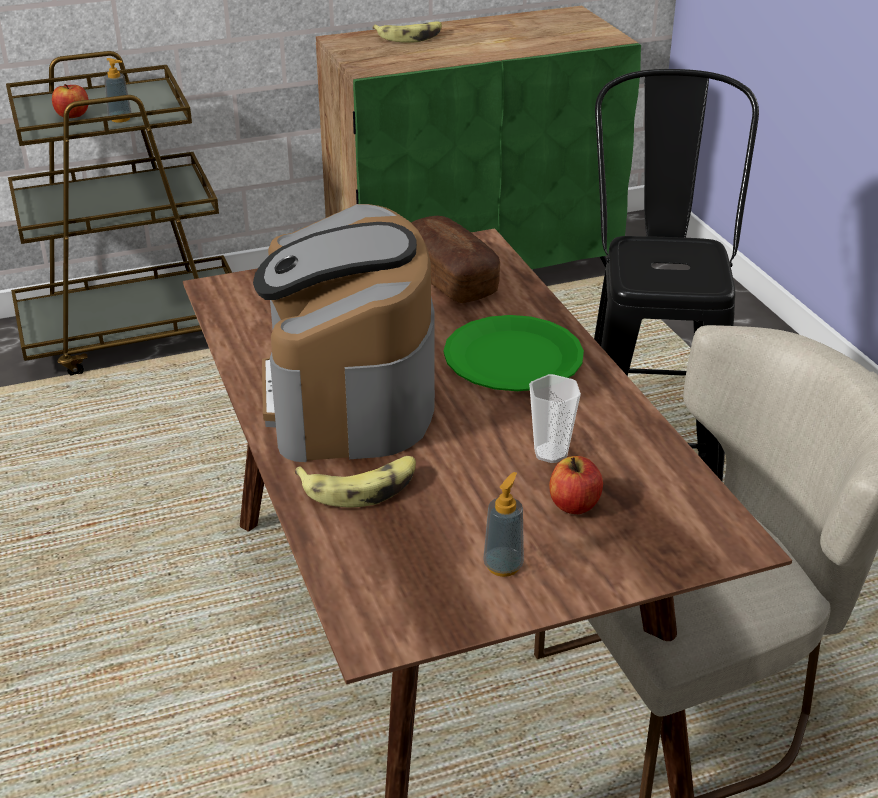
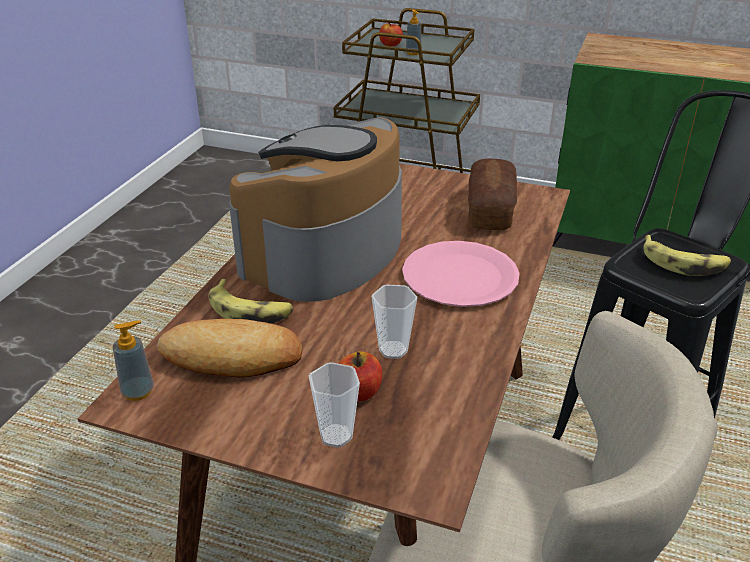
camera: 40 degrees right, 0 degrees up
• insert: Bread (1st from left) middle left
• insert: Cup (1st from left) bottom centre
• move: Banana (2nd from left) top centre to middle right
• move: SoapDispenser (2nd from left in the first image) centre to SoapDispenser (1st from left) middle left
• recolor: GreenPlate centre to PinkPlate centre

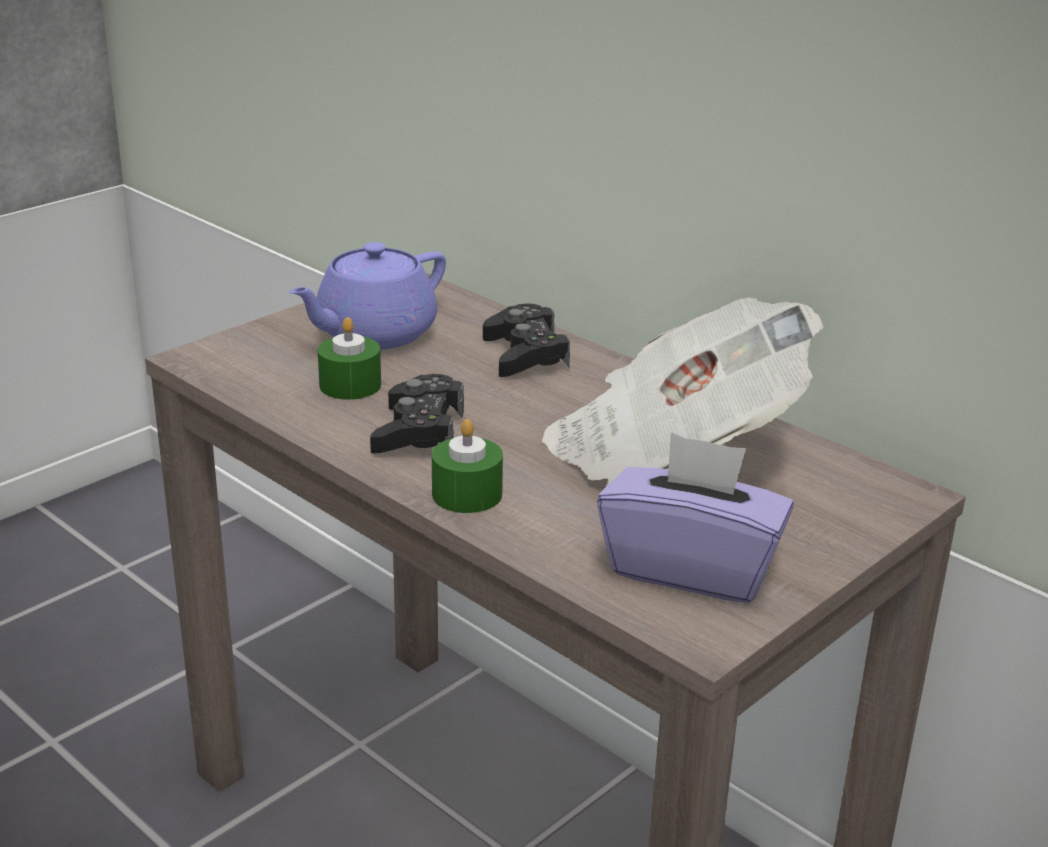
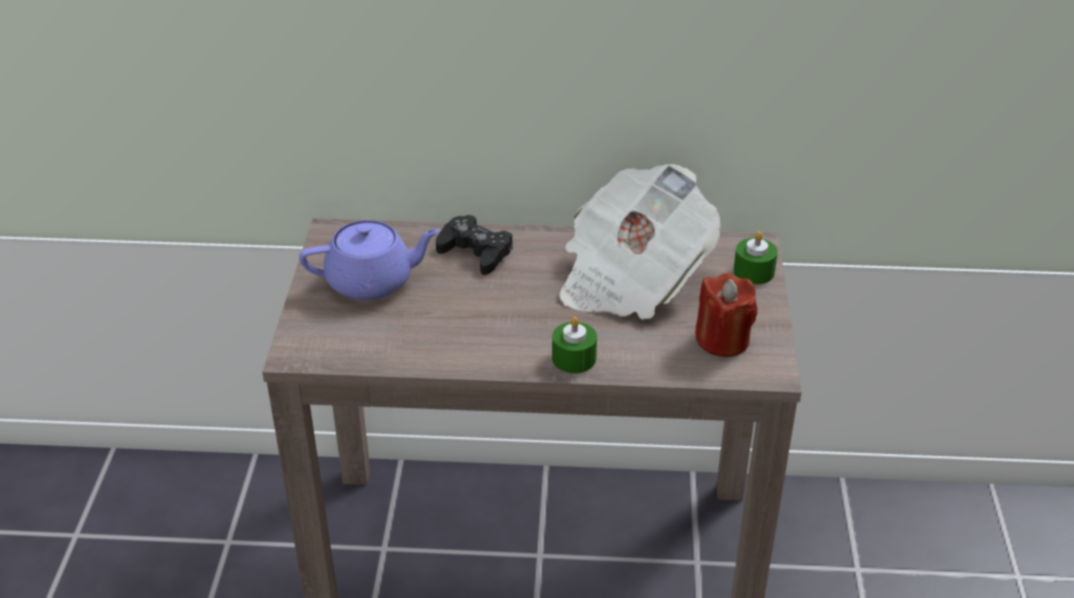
camera: 40 degrees left, 10 degrees up
• delete: BlackGameController (1st from left) centre
• move: GreenCandle (1st from left in the first image) middle left to GreenCandle (2nd from left) middle right
• replace: PurpleTissueBox centre to RedCandle middle right
• rotate: PurpleTeapot centre = centre 105 degrees counterclockwise

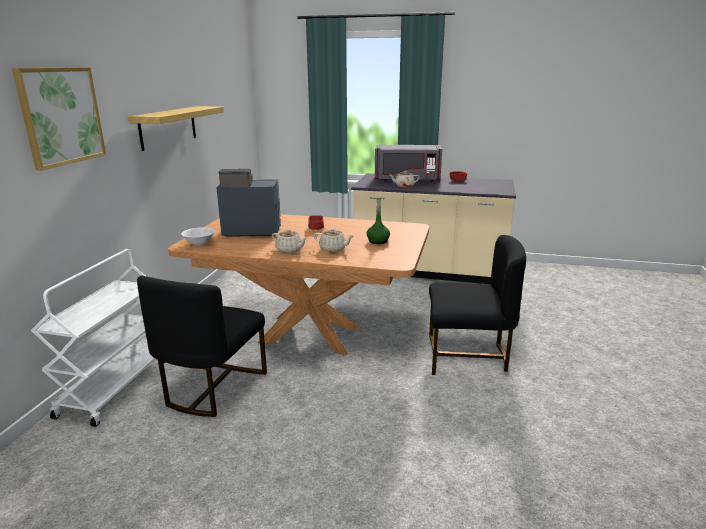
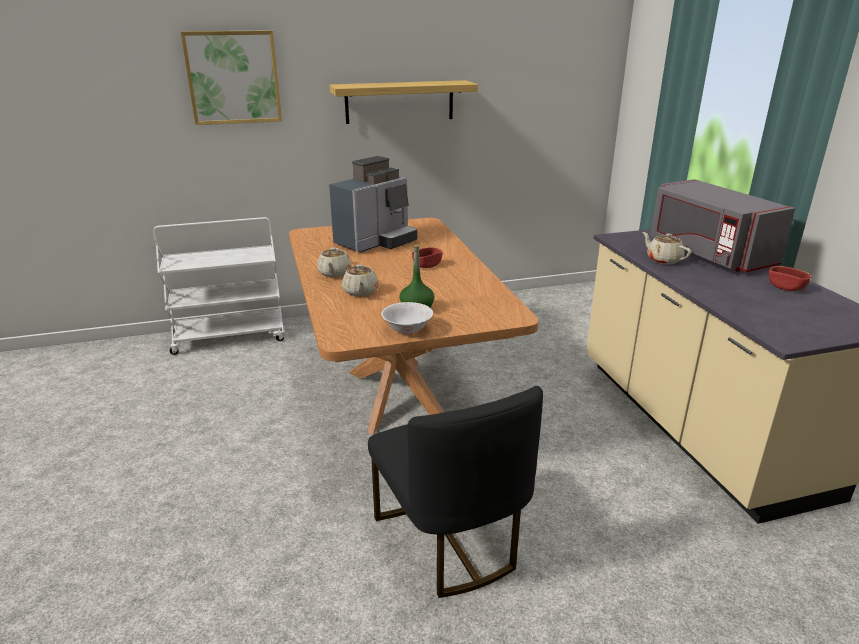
camera: 60 degrees right, 5 degrees up
• delete: BlackChair (1st from left) middle left
• move: WhiteBowl middle left to centre
• rotate: CoffeeMachine centre = top centre 75 degrees clockwise

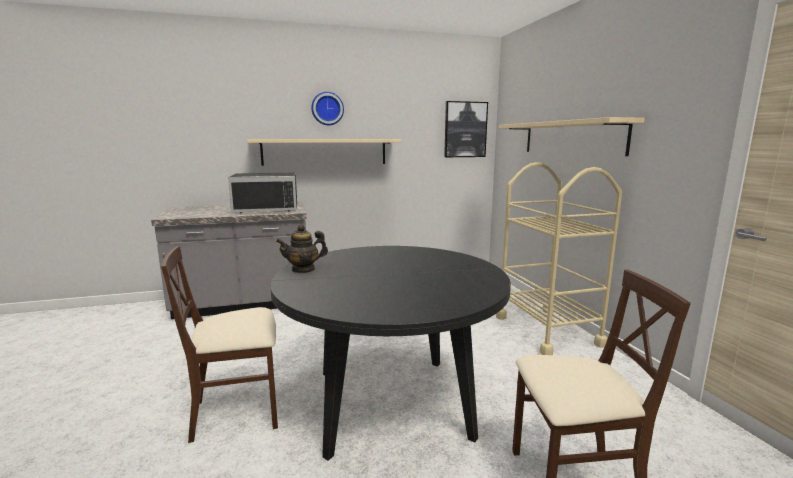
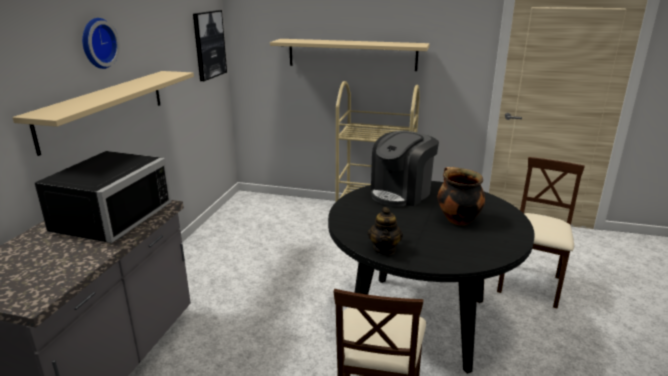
camera: 60 degrees left, 10 degrees up
• insert: CoffeeMachine centre
• insert: CookingPot middle right

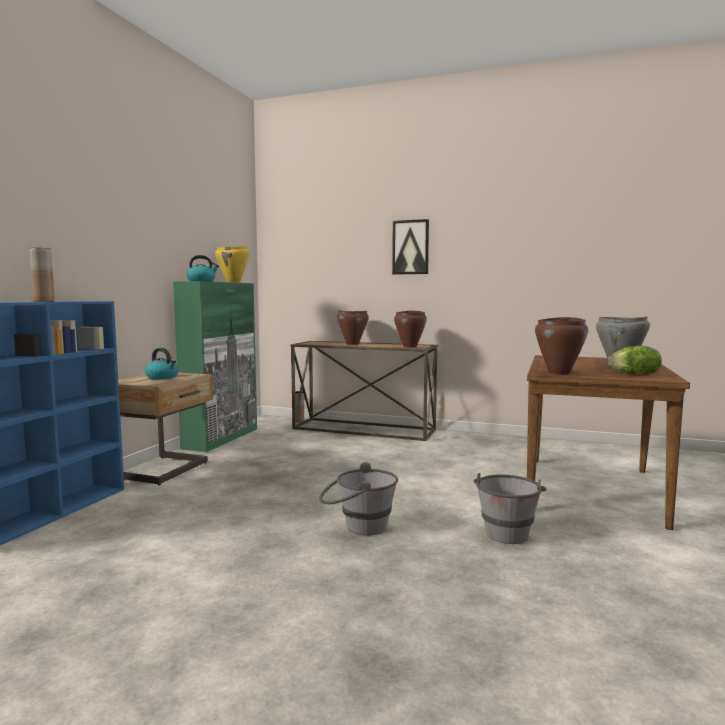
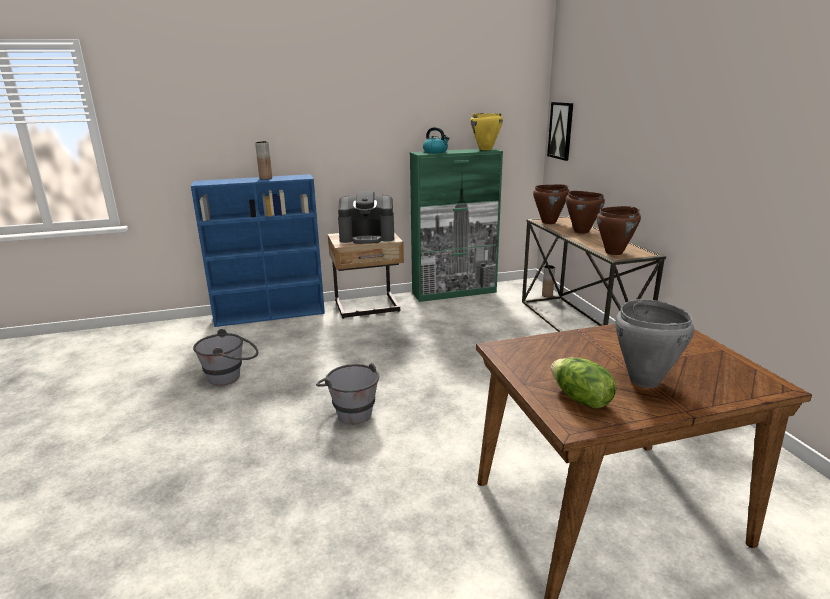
camera: 55 degrees right, 15 degrees up
• move: Picture centre to top right
• move: GreyBucket (2nd from left in the first image) bottom right to GreyBucket (1st from left) middle left
• move: BrownCookingPot (3rd from left in the first image) middle right to BrownCookingPot (1st from left) centre
• replace: Kettle (1st from left) middle left to CoffeeMachine centre

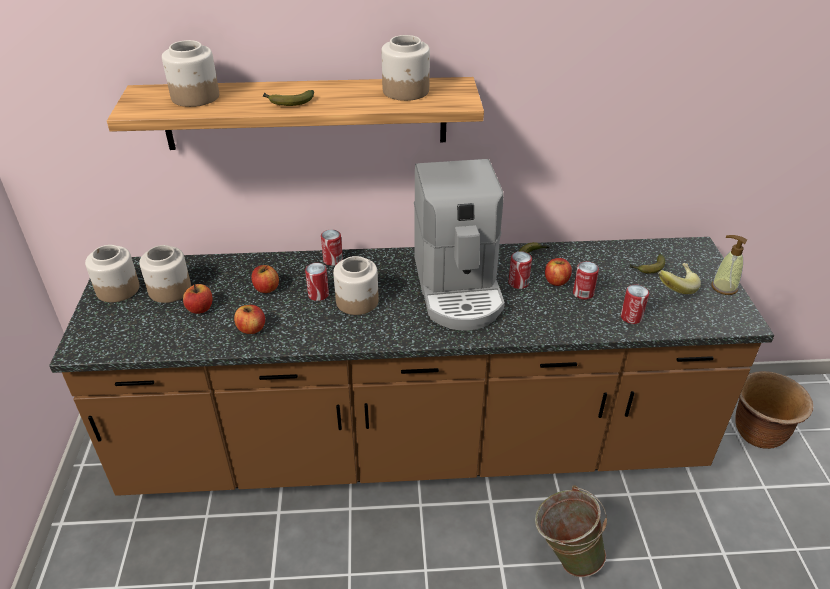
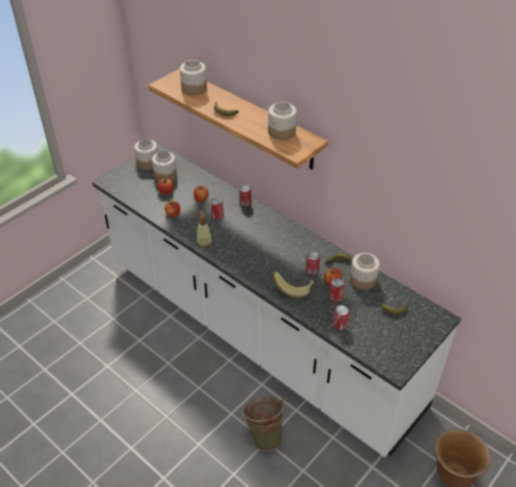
camera: 45 degrees right, 5 degrees up
• delete: CoffeeMachine centre
• move: Jar (4th from left in the first image) centre to Jar (5th from left) middle right
• move: Banana (4th from left in the first image) middle right to Banana (2nd from left) centre
• move: SoapDispenser middle right to centre
• recolor: BrownCounter centre to WhiteCounter centre

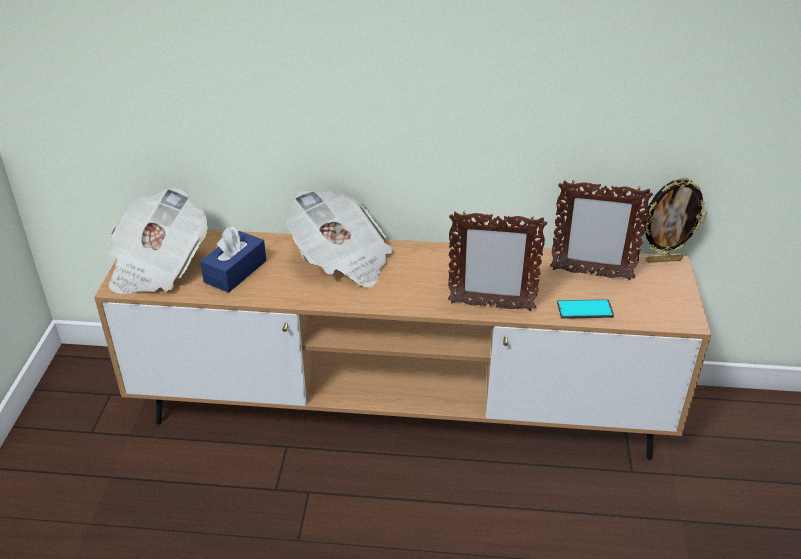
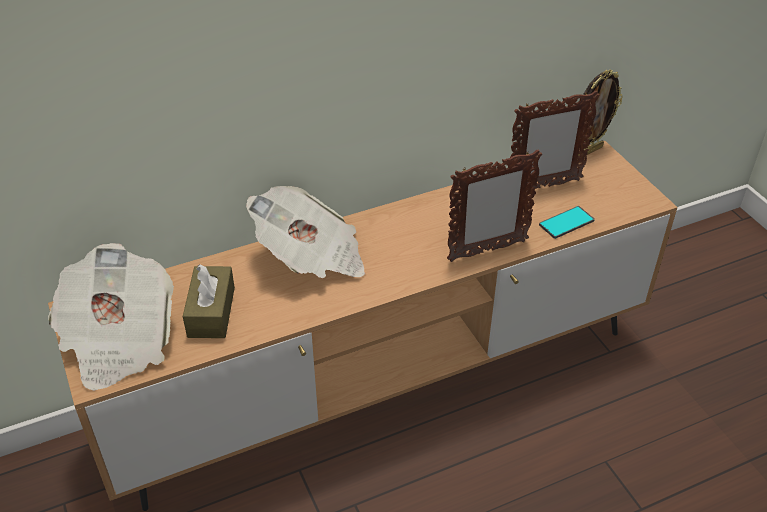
camera: 30 degrees left, 5 degrees up
• recolor: BlueTissueBox middle left to BrownTissueBox middle left

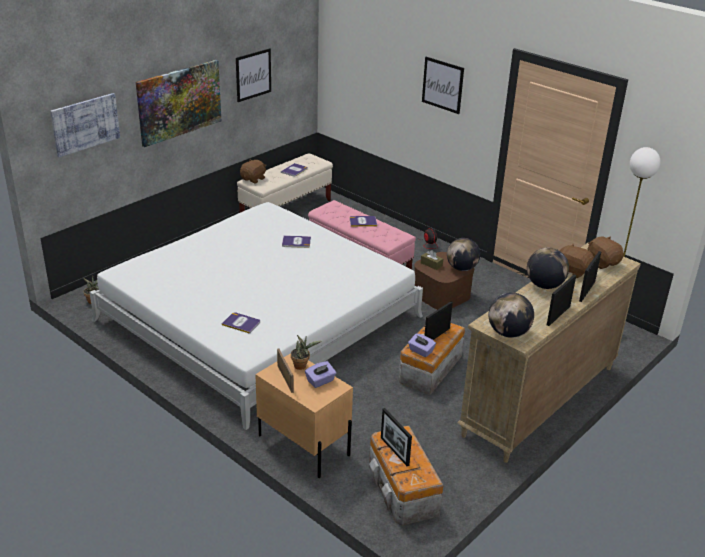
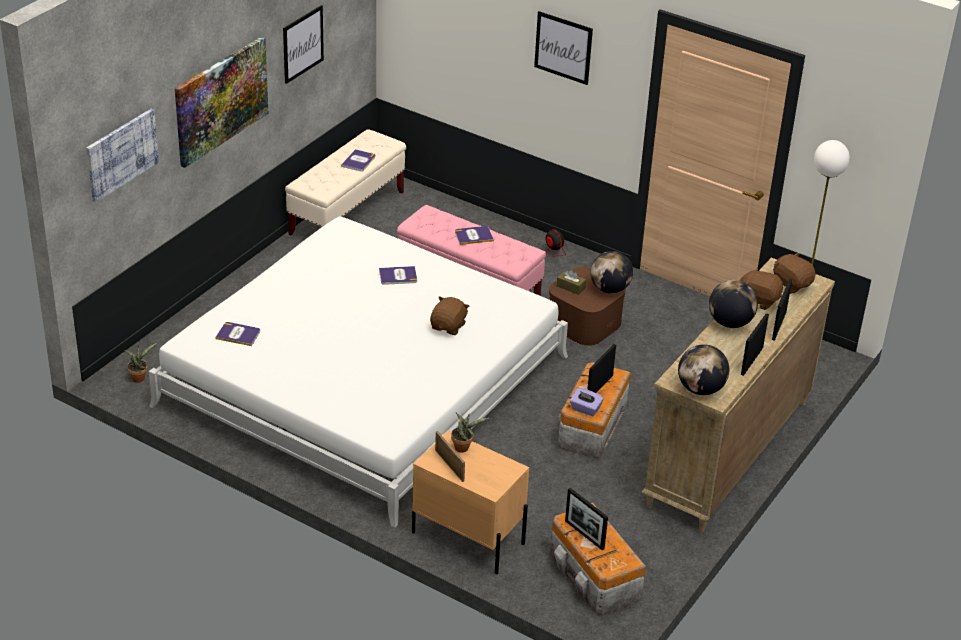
camera: 10 degrees left, 5 degrees up
• delete: PurpleTissueBox (1st from left) bottom centre
• move: Book (1st from left) centre to middle left
• move: BrownPlushToy (1st from left) top centre to centre

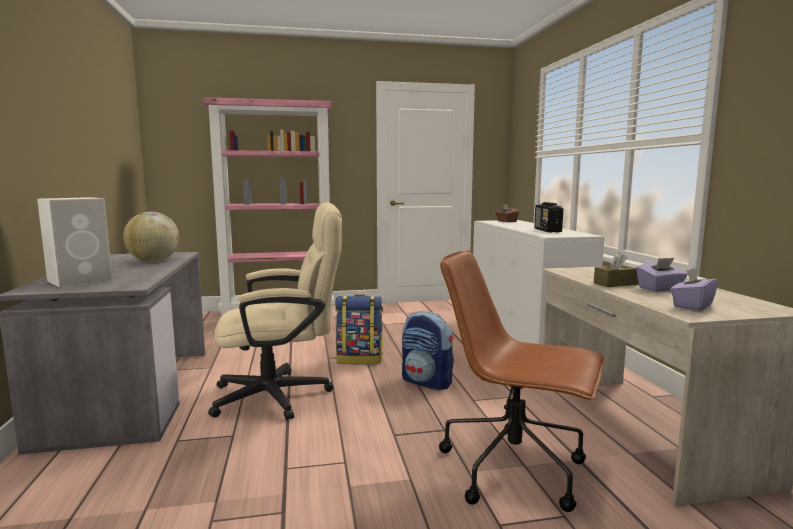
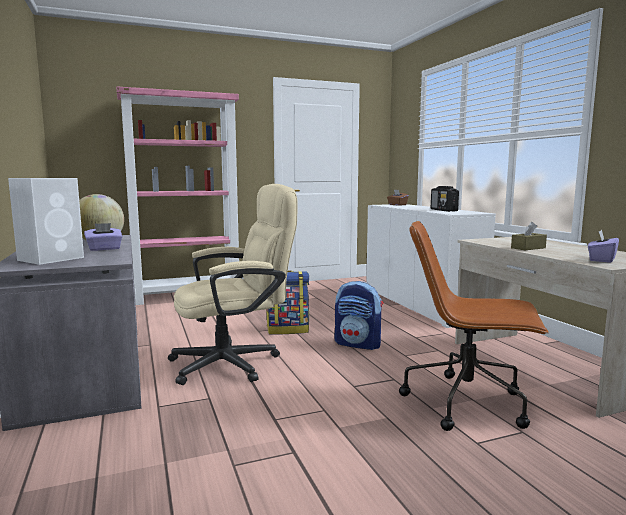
camera: 10 degrees left, 0 degrees up
• move: PurpleTissueBox (1st from left) middle right to middle left

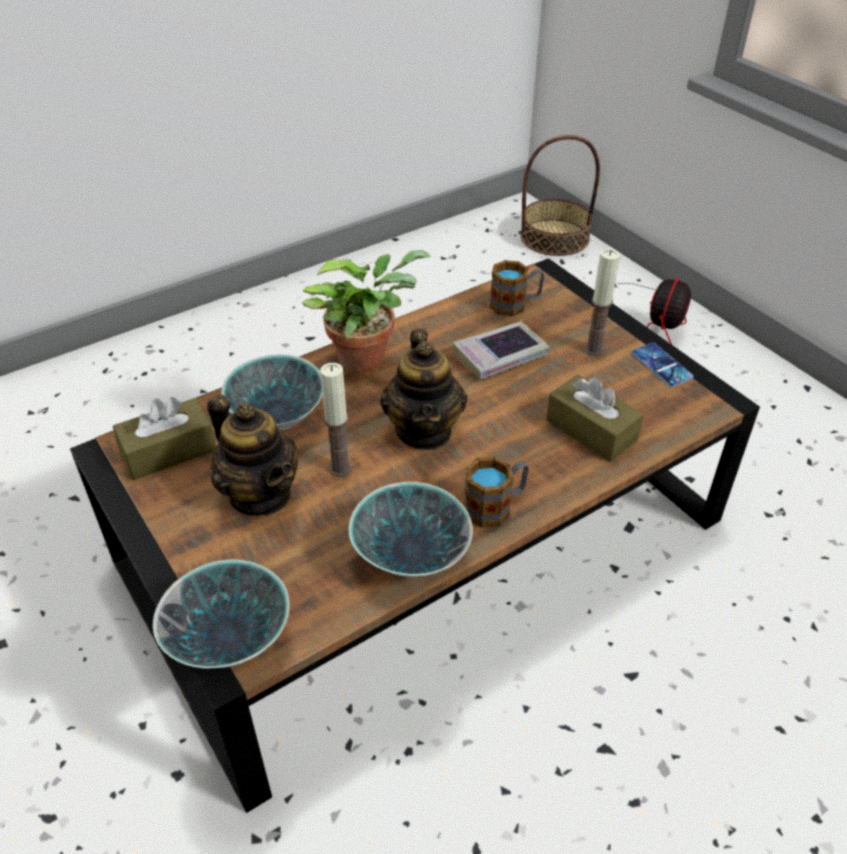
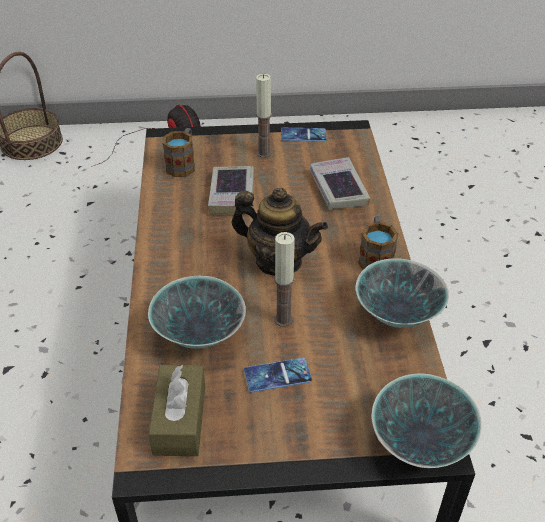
camera: 60 degrees left, 0 degrees up
• delete: PottedPlant centre
• replace: Teapot (1st from left) middle left to Phone (1st from left) bottom centre
• replace: BrownTissueBox (2nd from left) middle right to Book (2nd from left) centre

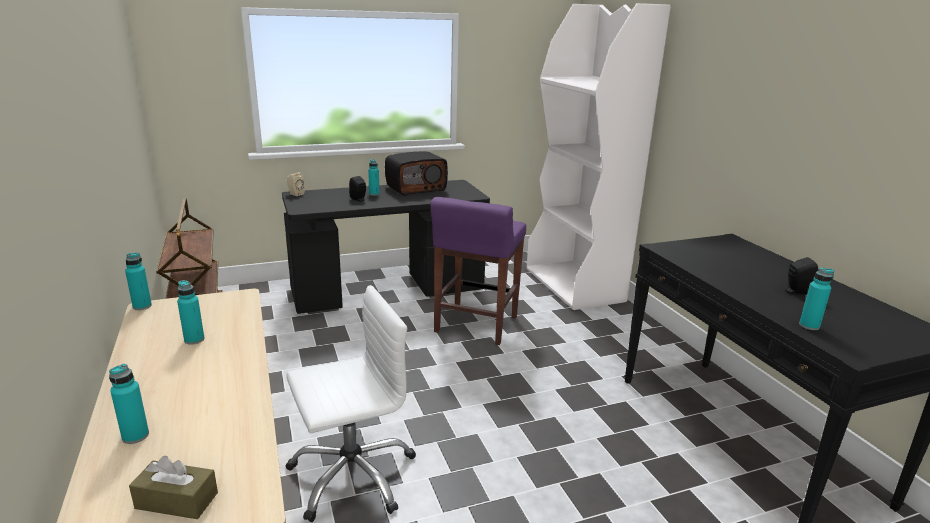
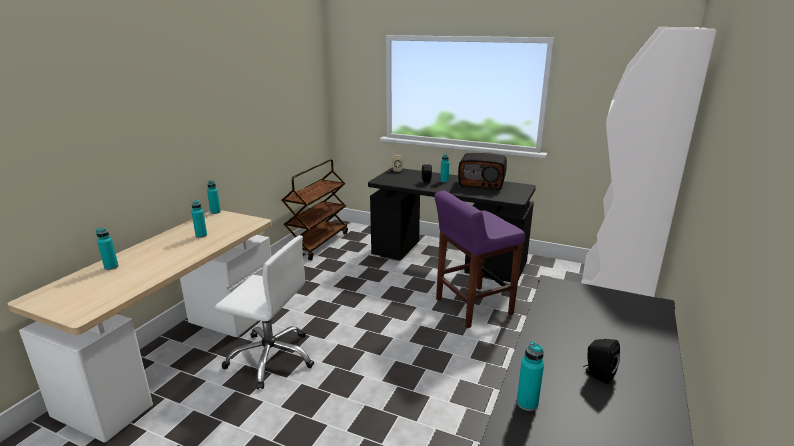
camera: 45 degrees right, 0 degrees up
• delete: BrownTissueBox bottom left

